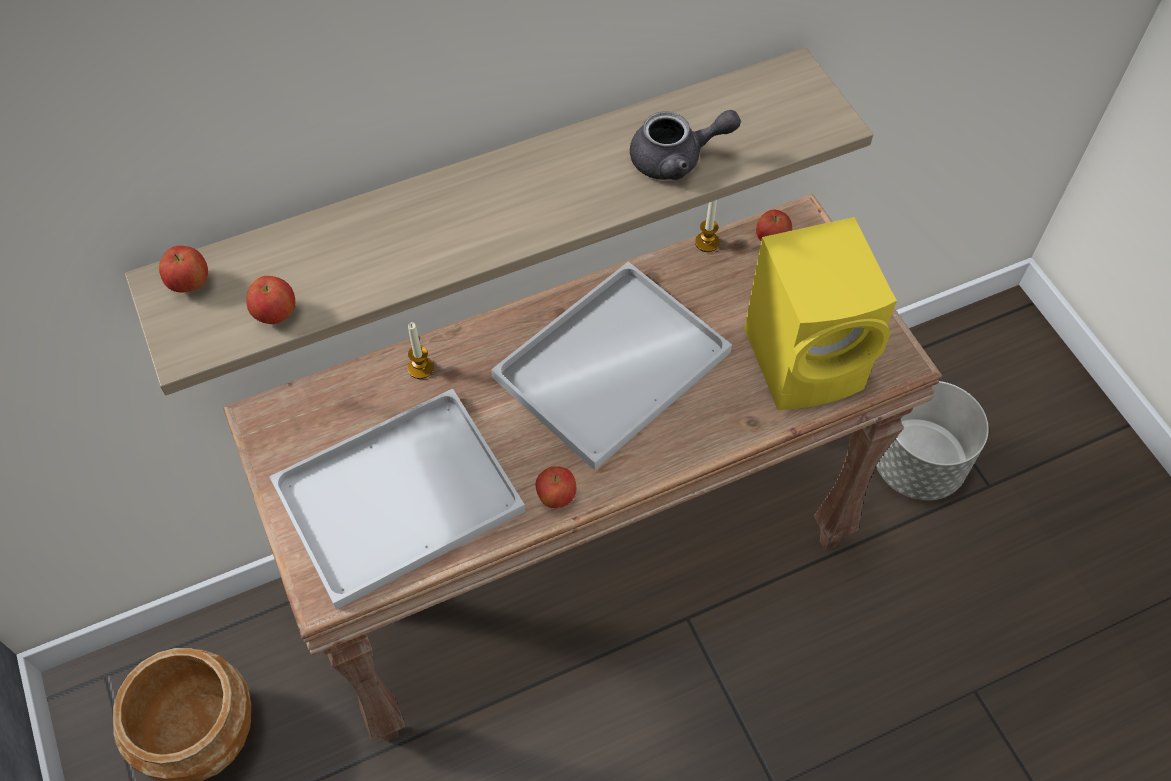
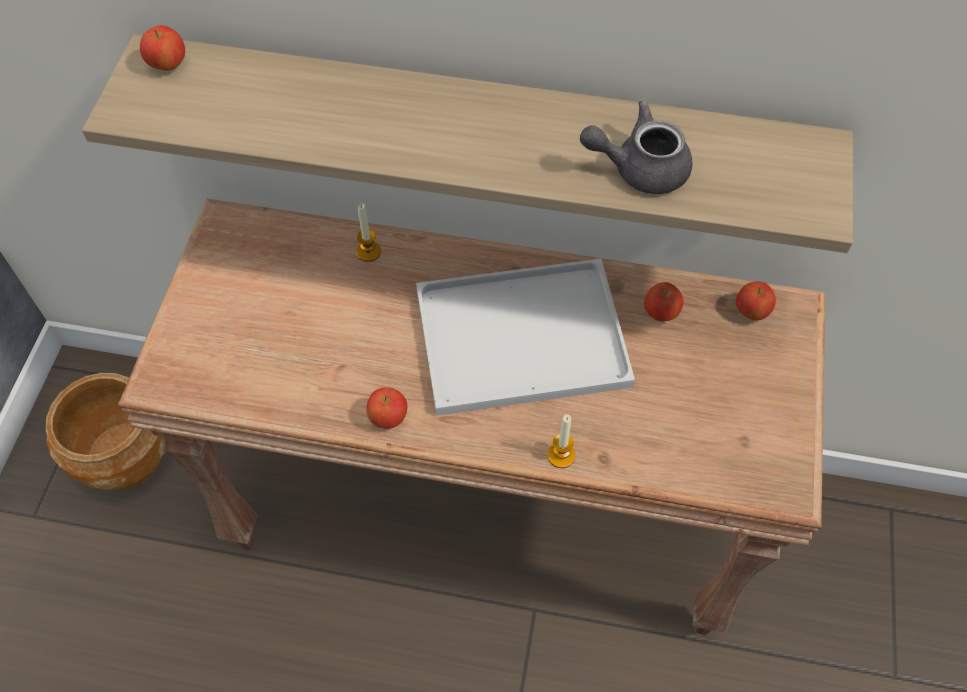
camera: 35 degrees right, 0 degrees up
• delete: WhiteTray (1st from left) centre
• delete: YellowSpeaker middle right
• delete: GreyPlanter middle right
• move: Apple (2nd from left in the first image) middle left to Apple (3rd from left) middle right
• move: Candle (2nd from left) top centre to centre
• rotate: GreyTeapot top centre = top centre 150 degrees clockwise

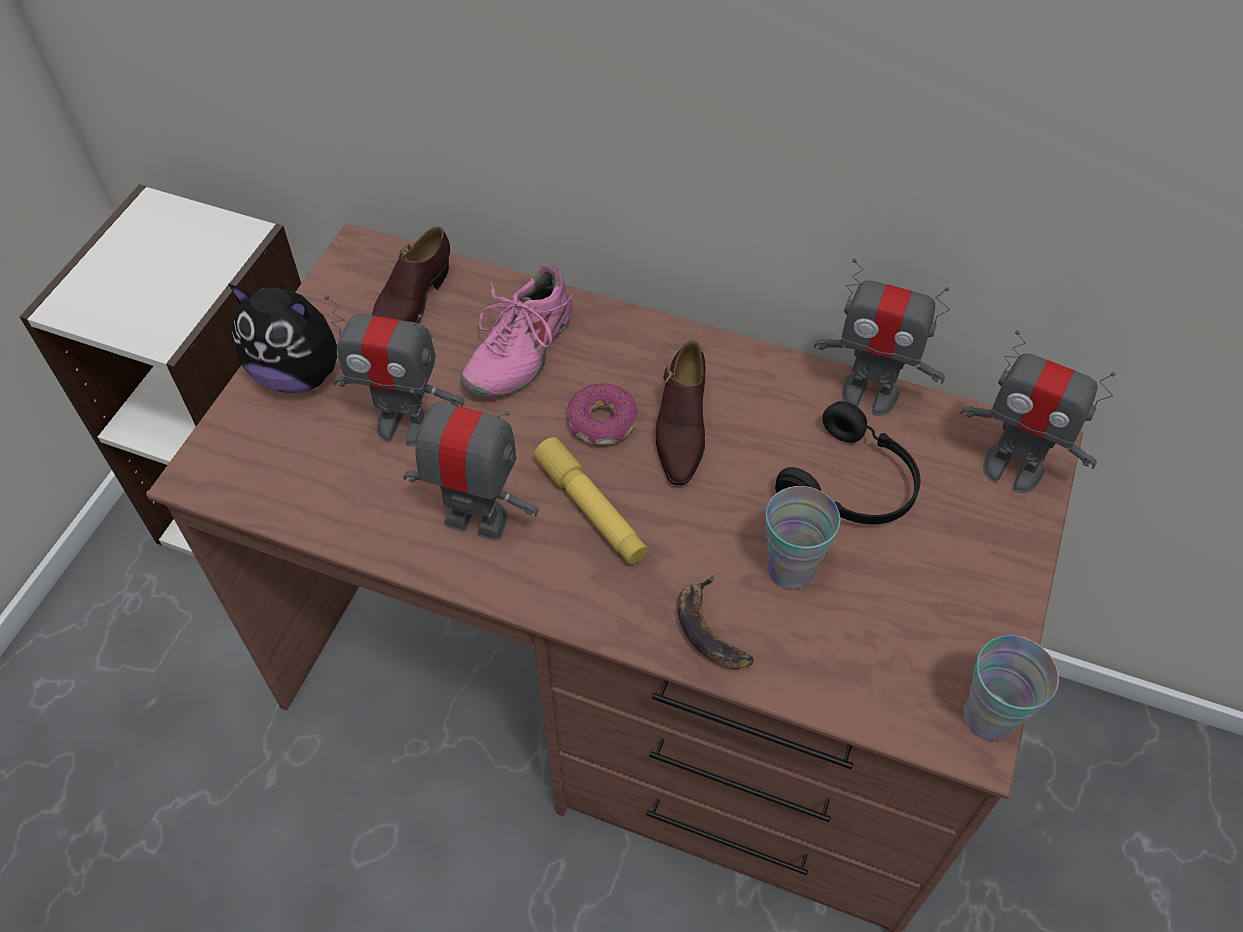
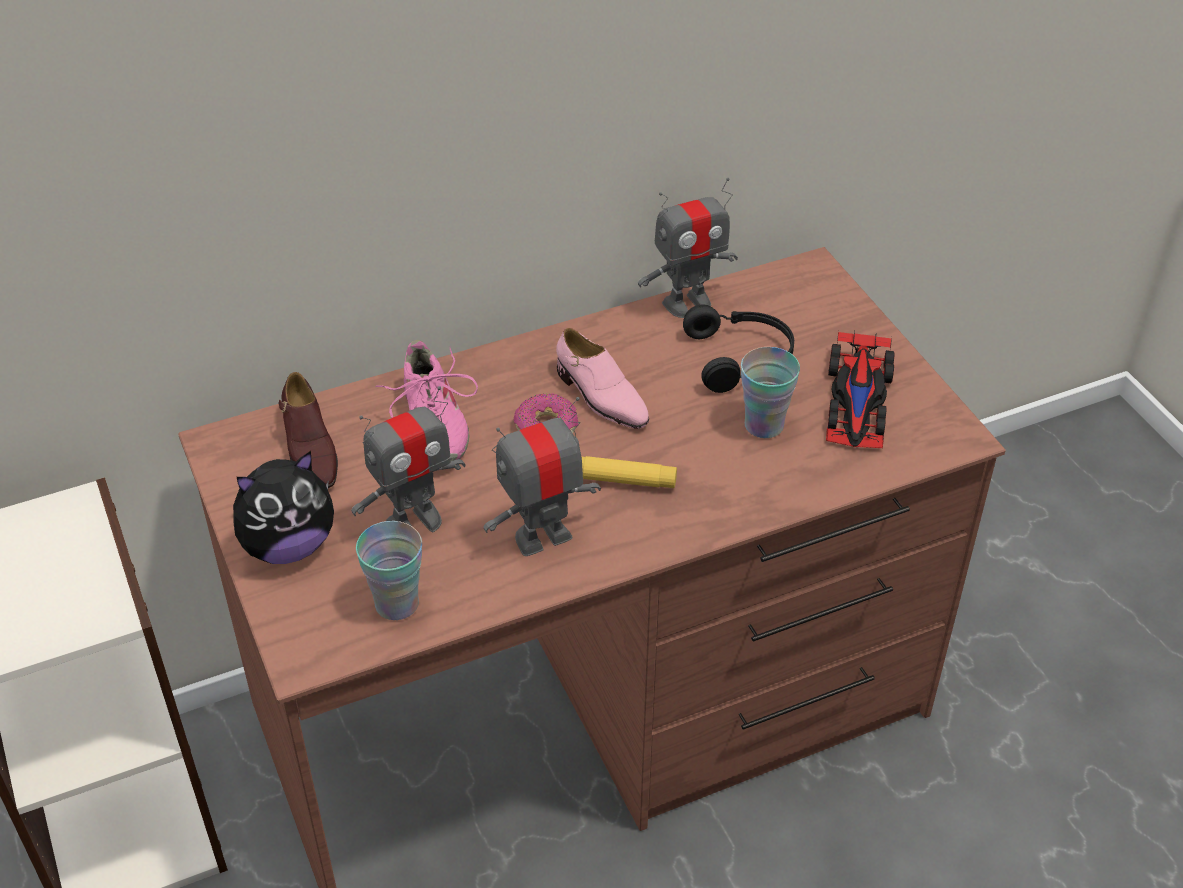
camera: 45 degrees left, 10 degrees down
• delete: Banana bottom centre
• delete: ToyRobot (4th from left) middle right
• insert: ToyCar middle right
• move: Cup (2nd from left in the first image) bottom right to Cup (1st from left) middle left
• recolor: BrownShoe (2nd from left) centre to PinkShoe (2nd from left) centre

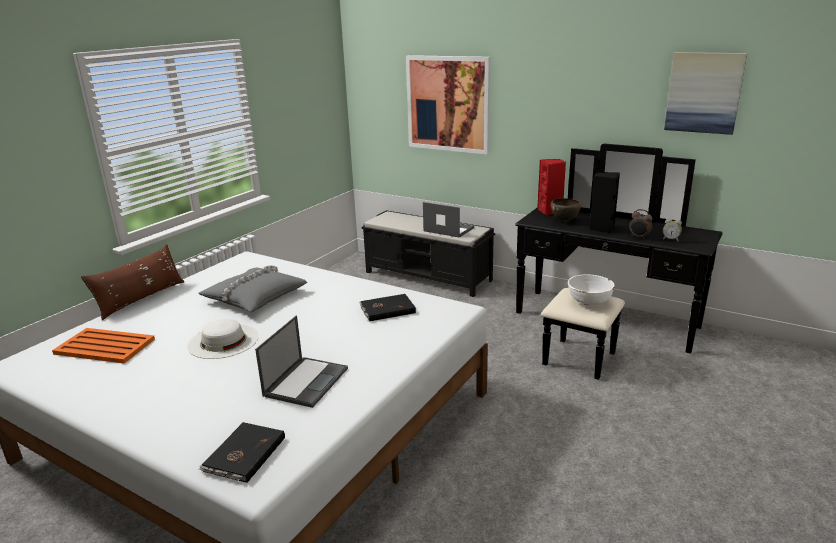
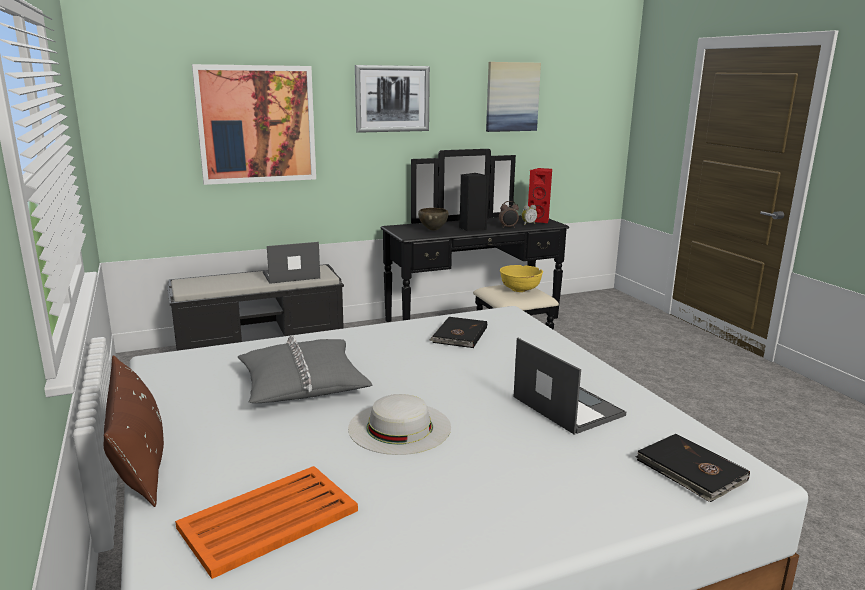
camera: 55 degrees left, 5 degrees down
• insert: Picture (2nd from left) top centre
• move: RedSpeaker centre to top centre
• recolor: WhiteBowl middle right to YellowBowl centre

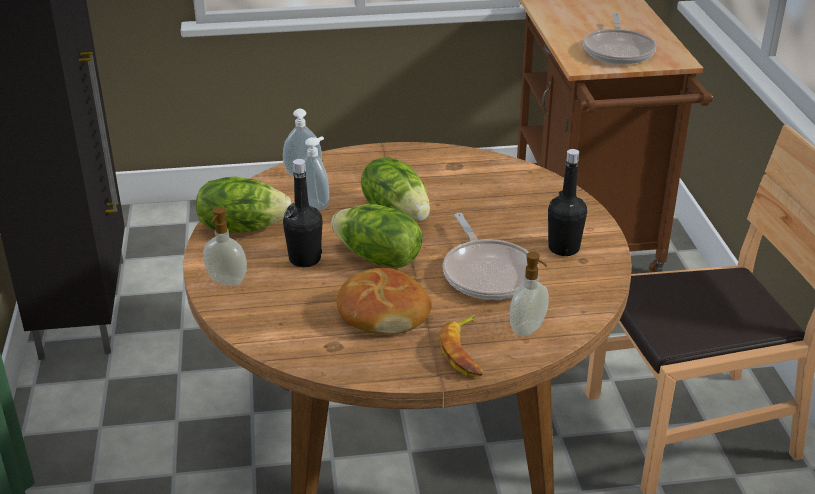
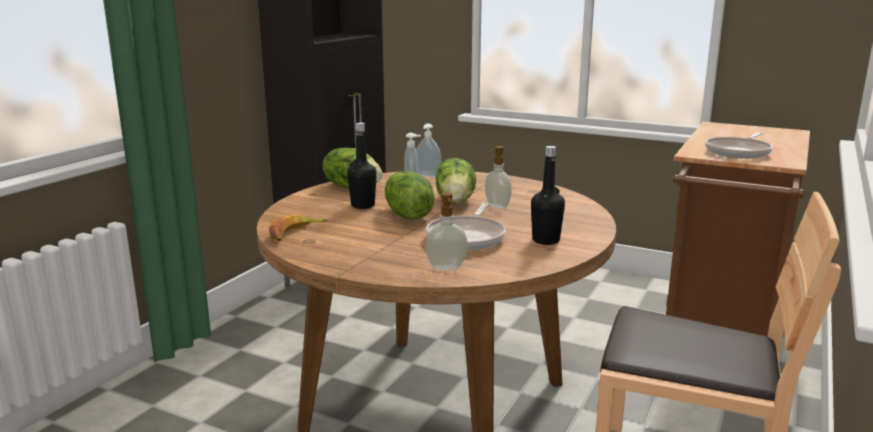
camera: 35 degrees right, 15 degrees down
• delete: Bread centre
• move: SoapDispenser (1st from left in the first image) middle left to SoapDispenser (4th from left) centre
• move: Banana bottom centre to centre

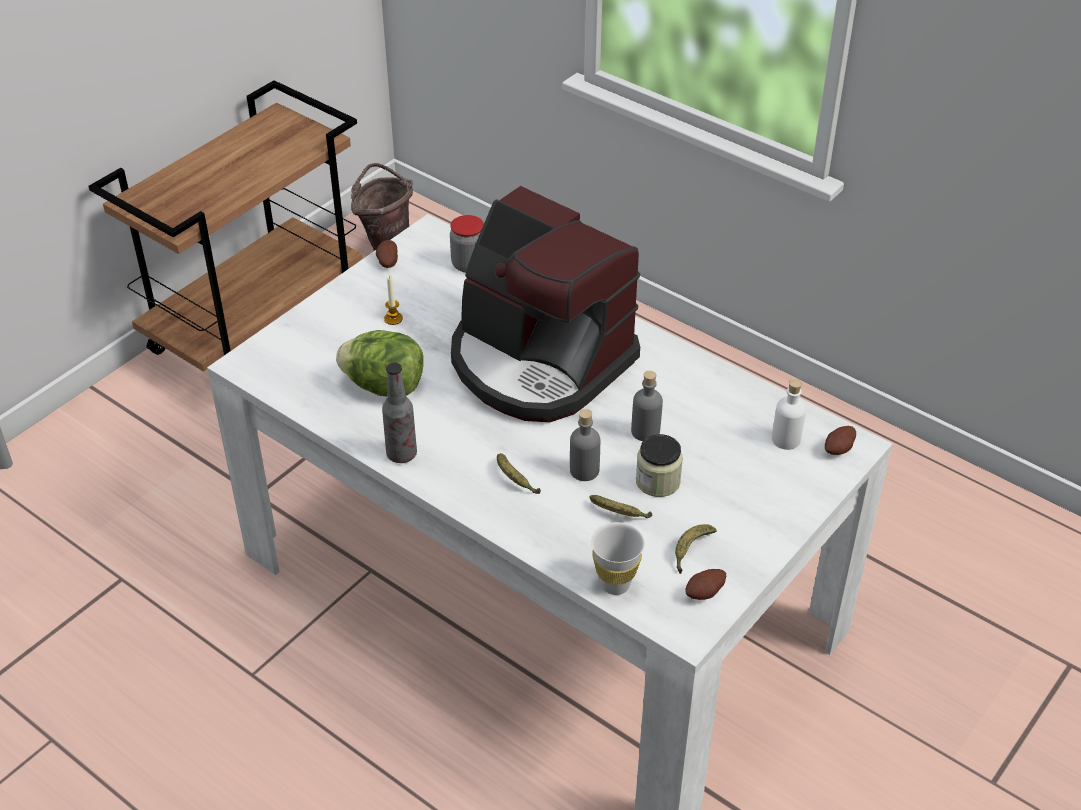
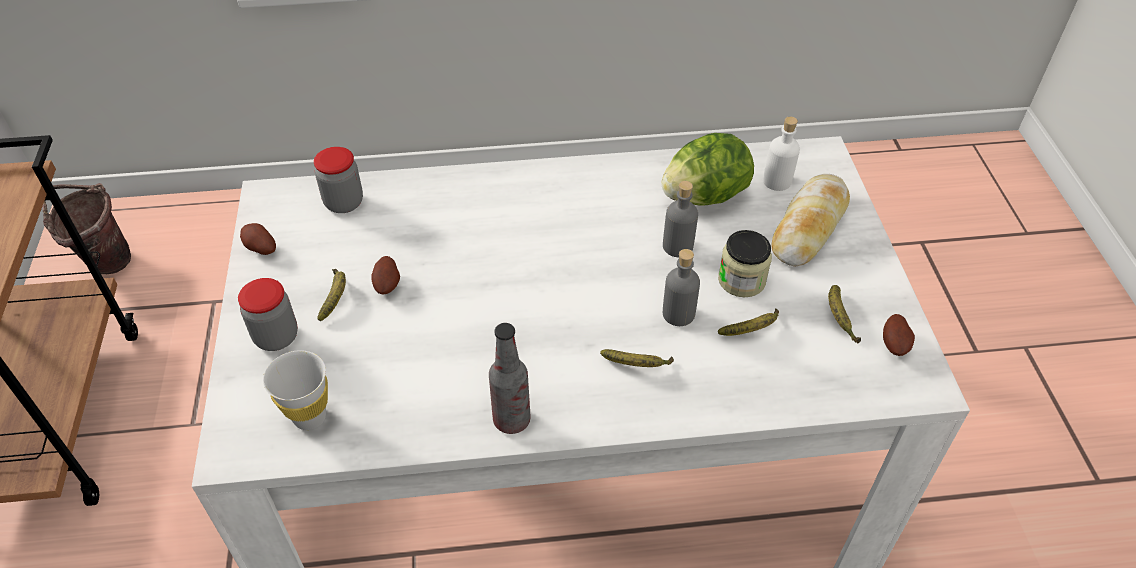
camera: 45 degrees left, 5 degrees up
• delete: CoffeeMachine centre
• insert: Jar (1st from left) middle left
• insert: Bread middle right
• move: Lettuce centre to top centre
• move: WhiteCup bottom centre to bottom left
• move: Potato (3rd from left in the first image) middle right to Potato (2nd from left) centre
• replace: Candle centre to Banana (1st from left) middle left

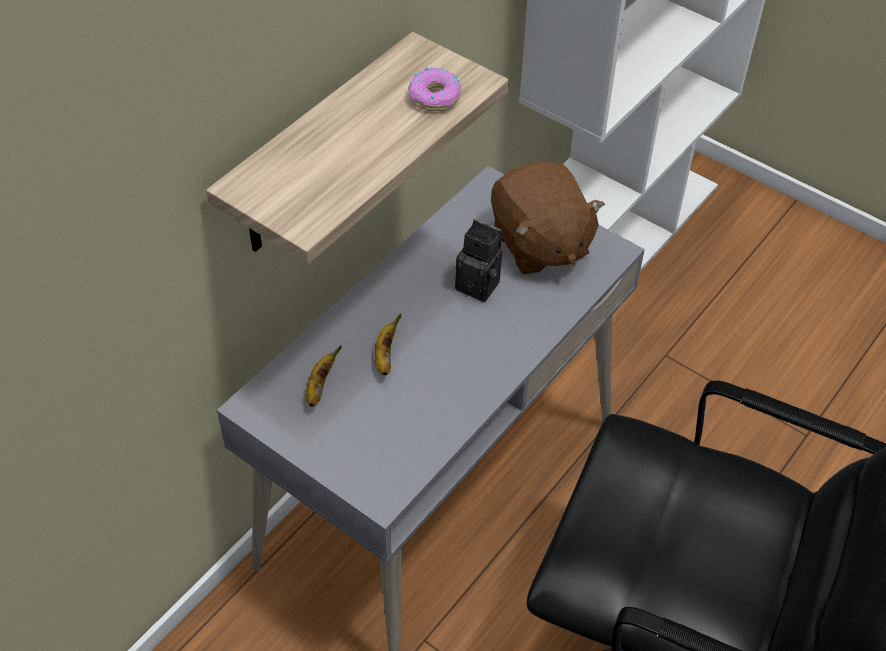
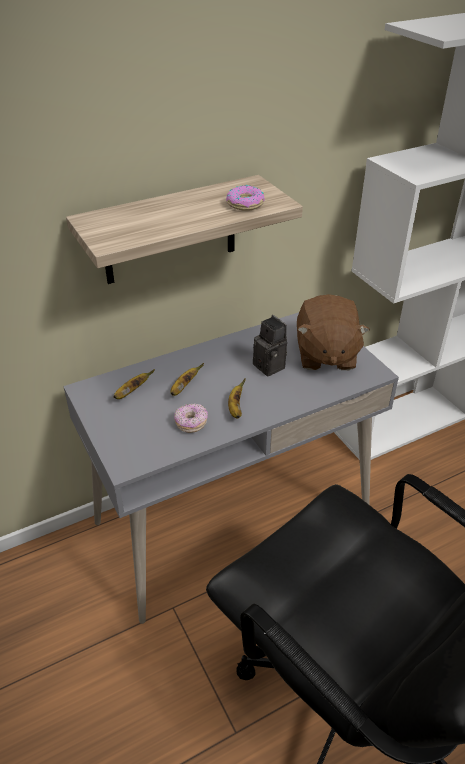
camera: 25 degrees right, 10 degrees down
• insert: Donut (1st from left) centre
• insert: Banana (3rd from left) centre

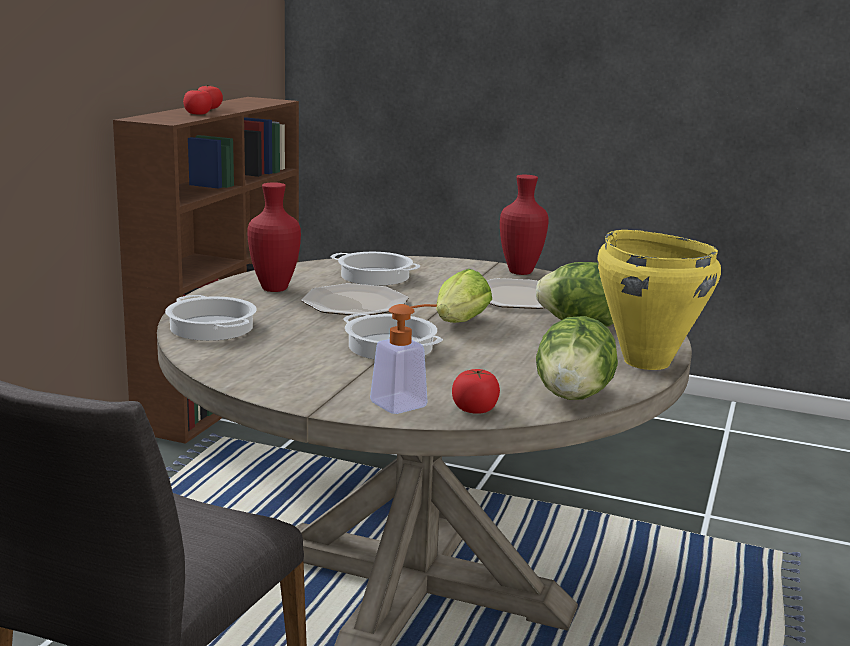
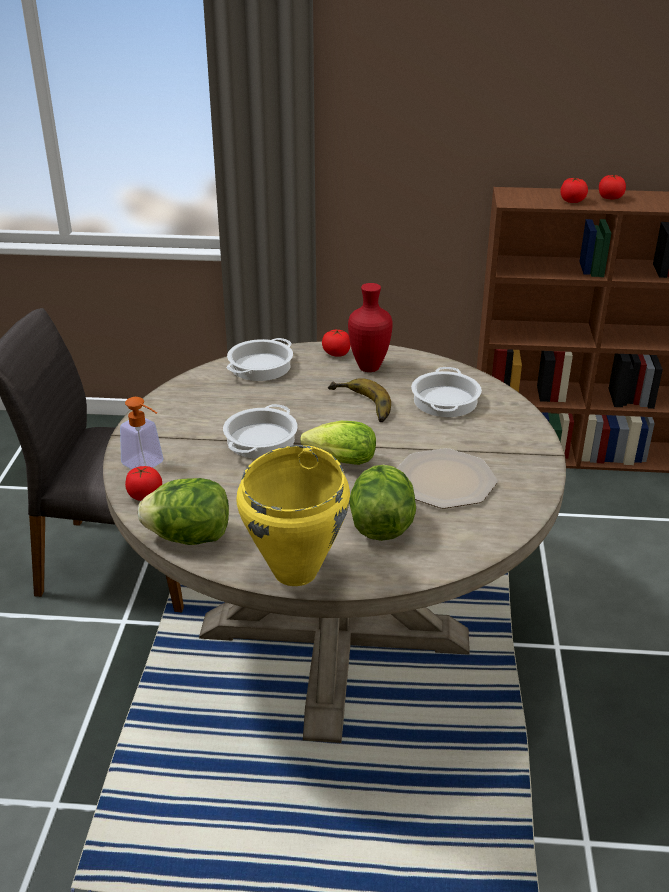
camera: 75 degrees right, 15 degrees up
• delete: RedVase (2nd from left) centre
• insert: Tomato (2nd from left) centre
• replace: Plate (1st from left) centre to Banana centre

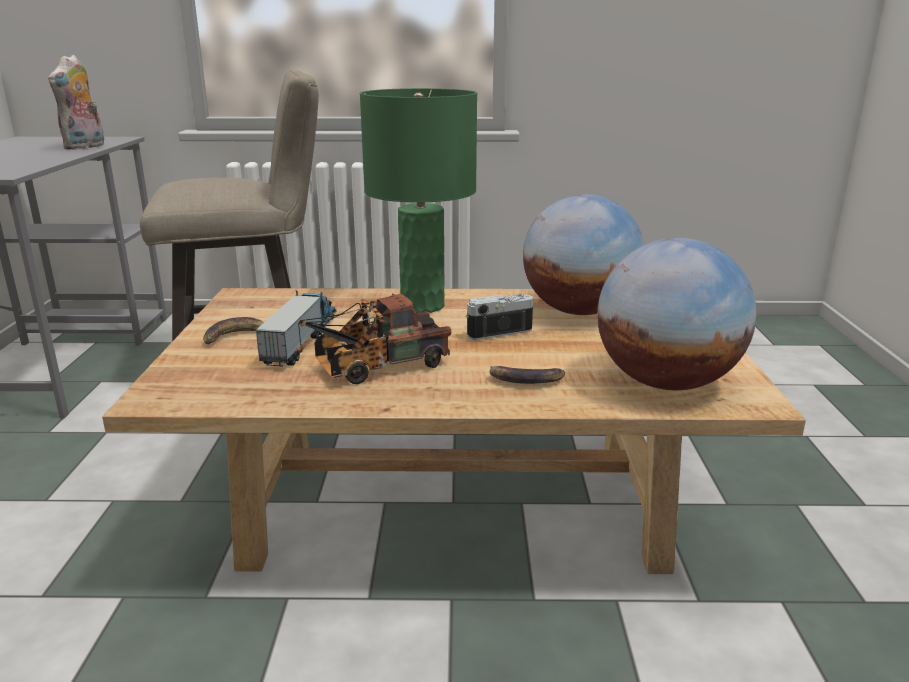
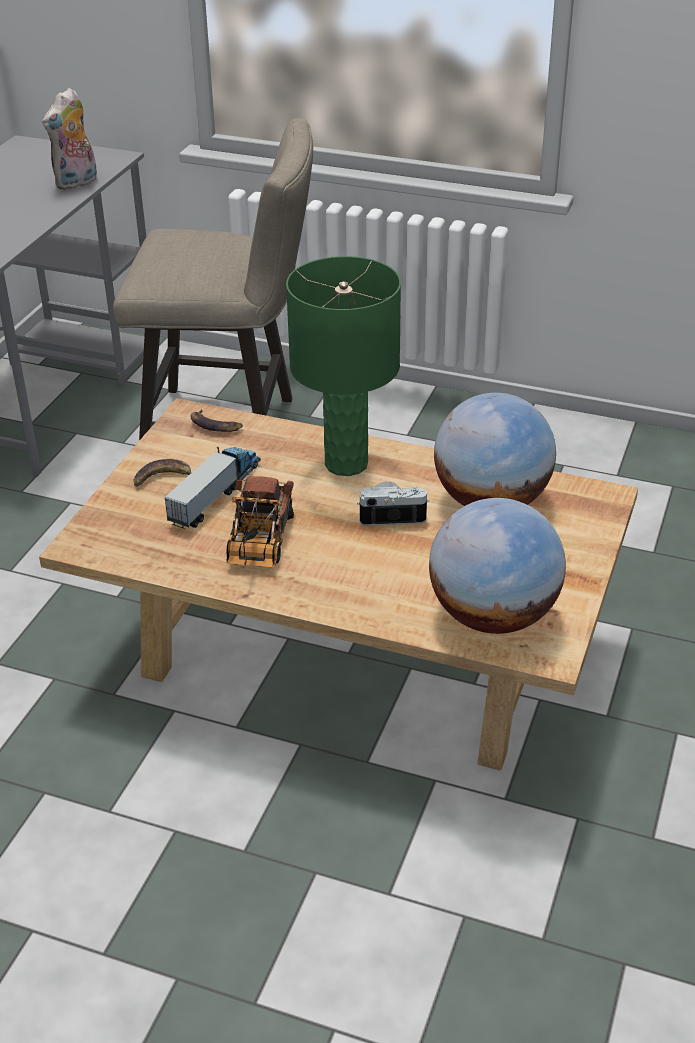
camera: 20 degrees right, 15 degrees up
• move: Banana (2nd from left) centre to middle left
• rotate: ToyTruck (2nd from left) centre = centre 75 degrees counterclockwise

